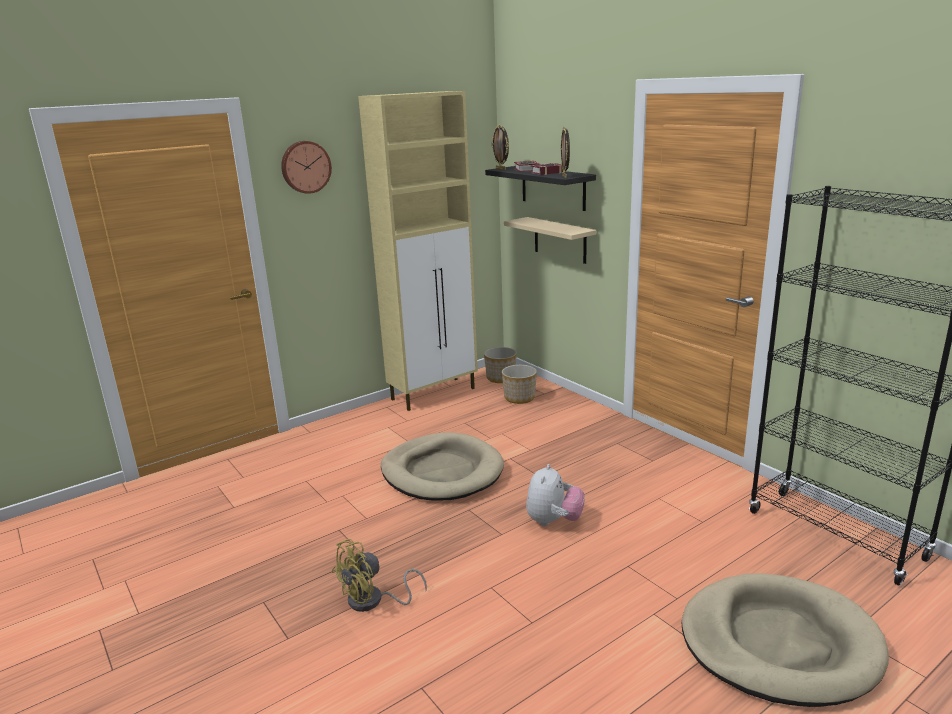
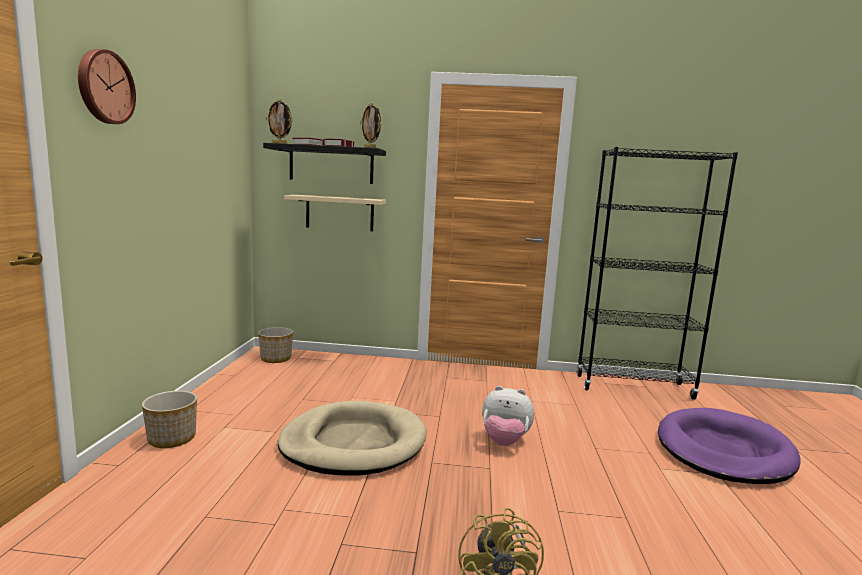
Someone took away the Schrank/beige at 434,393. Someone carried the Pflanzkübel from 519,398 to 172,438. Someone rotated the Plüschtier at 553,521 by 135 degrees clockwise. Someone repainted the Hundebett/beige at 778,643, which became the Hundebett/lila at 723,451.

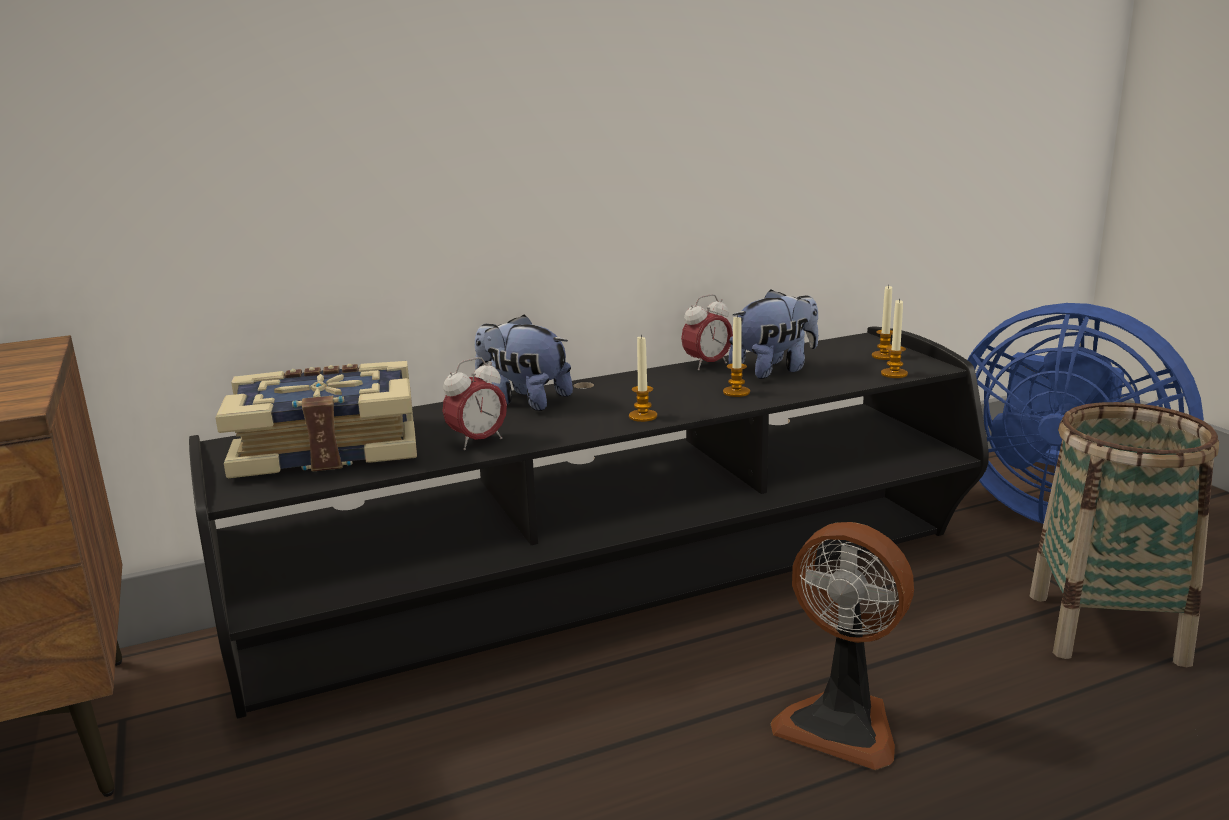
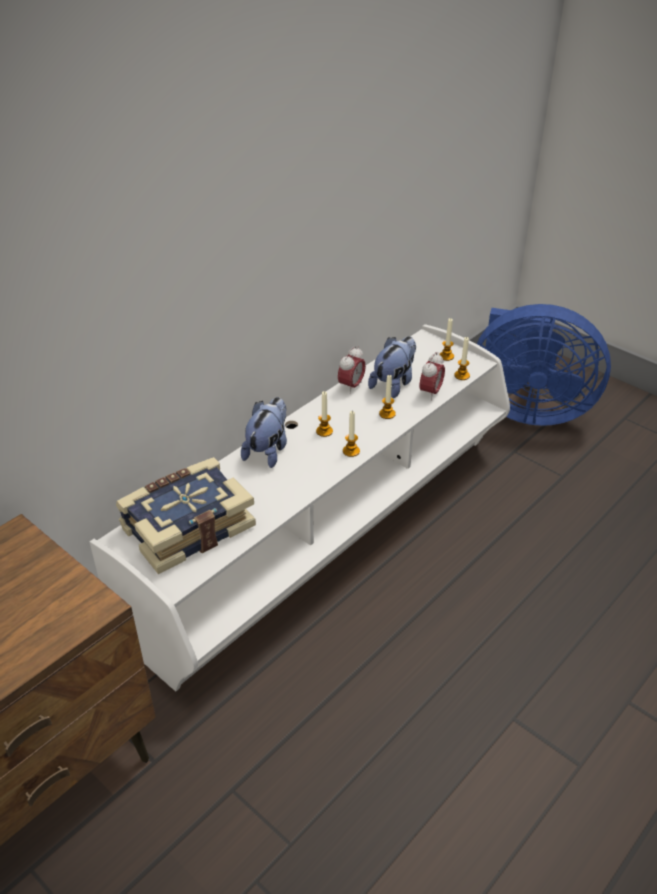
Someone rotated the Plüschtier at 523,401 by 105 degrees clockwise. Someone repainted the Fernsehschrank/schwarz at 621,592, which became the Fernsehschrank/weiß at 328,536. Someone carried the Wecker from 477,442 to 430,393. Someone took away the Korb at 1105,628. Someone took away the Ventilator at 842,724. Someone put down the Kerze at 324,431.

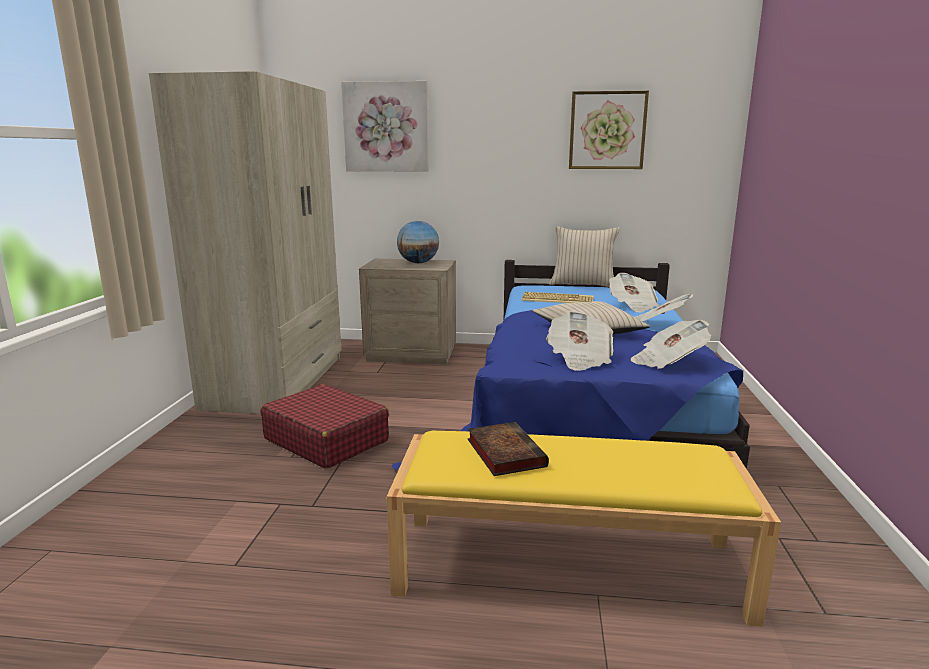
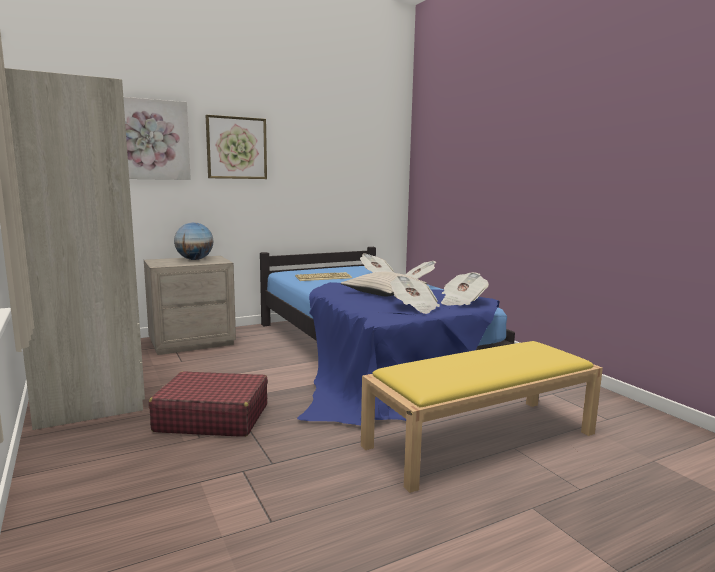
Someone carried the Bild from 607,130 to 236,148. Someone took away the Kissen/beige at 582,285. Someone took away the Buch at 503,452.

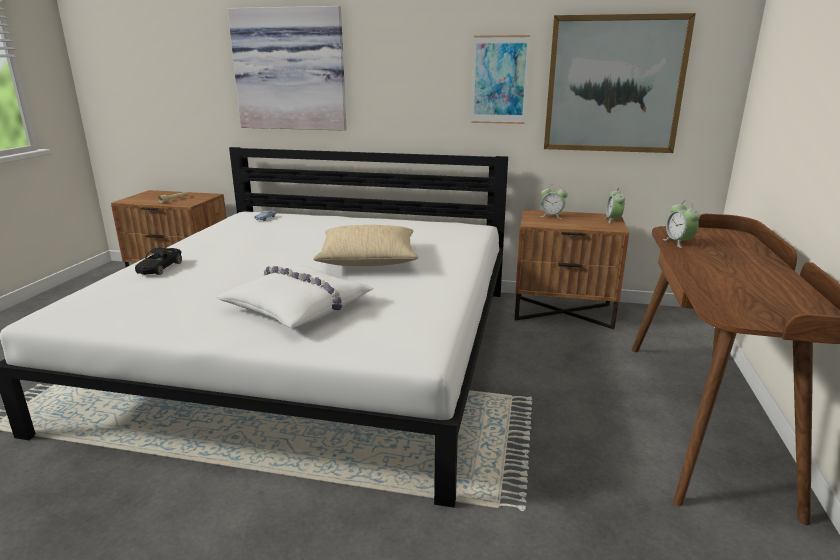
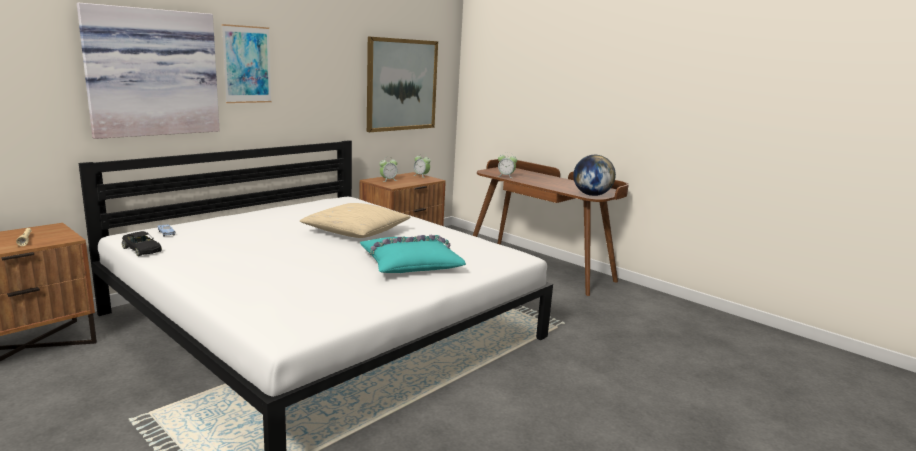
Someone carried the Bild from 499,80 to 247,64. Someone carried the Spielzeugauto/schwarz from 160,267 to 142,250. Someone repainted the Kissen/weiß at 299,307, which became the Kissen/türkis at 410,264. Someone put down the Globus at 591,195.

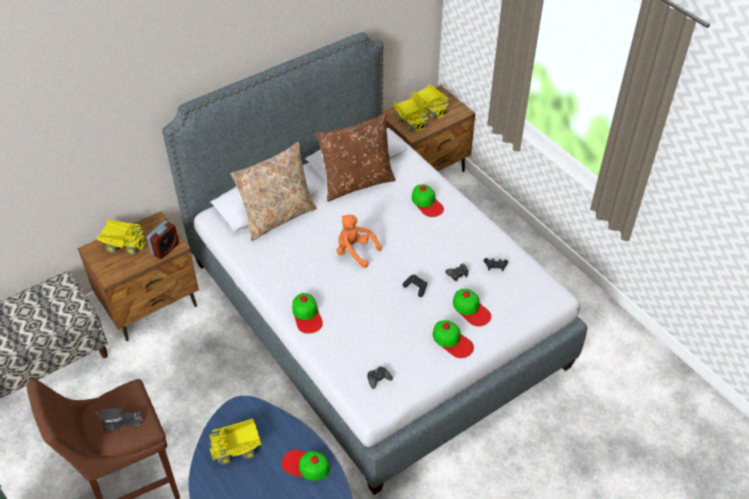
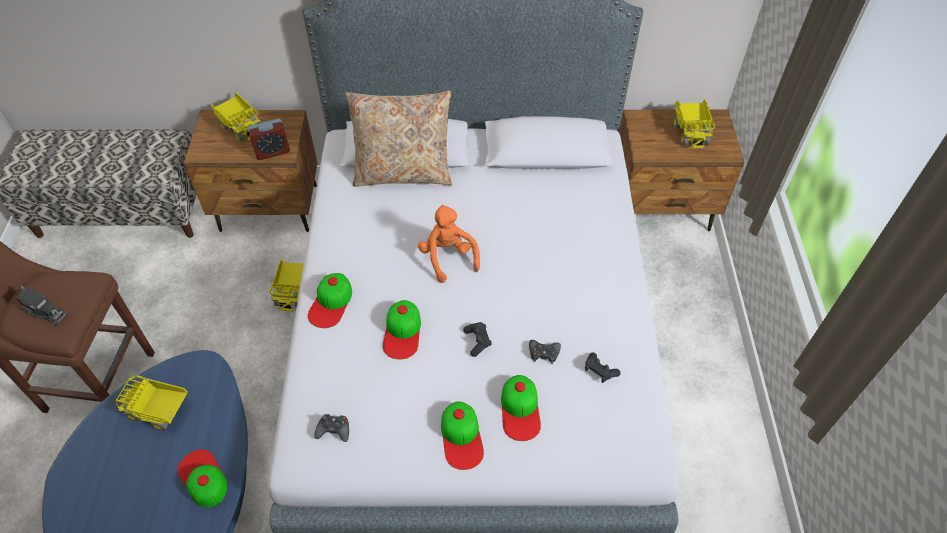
Someone carried the Spielzeuglaster from 411,121 to 293,291. Someone took away the Kissen/braun at 357,182. Someone carried the Kappe from 427,203 to 402,332.

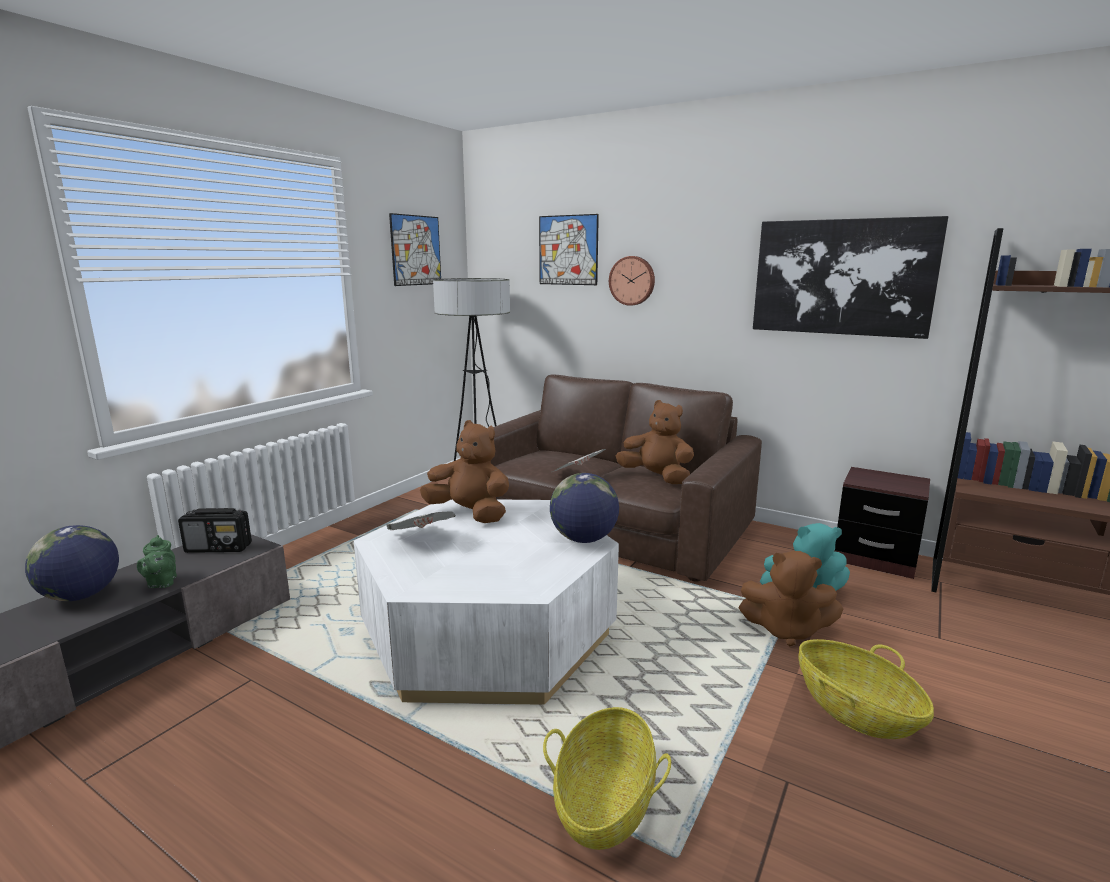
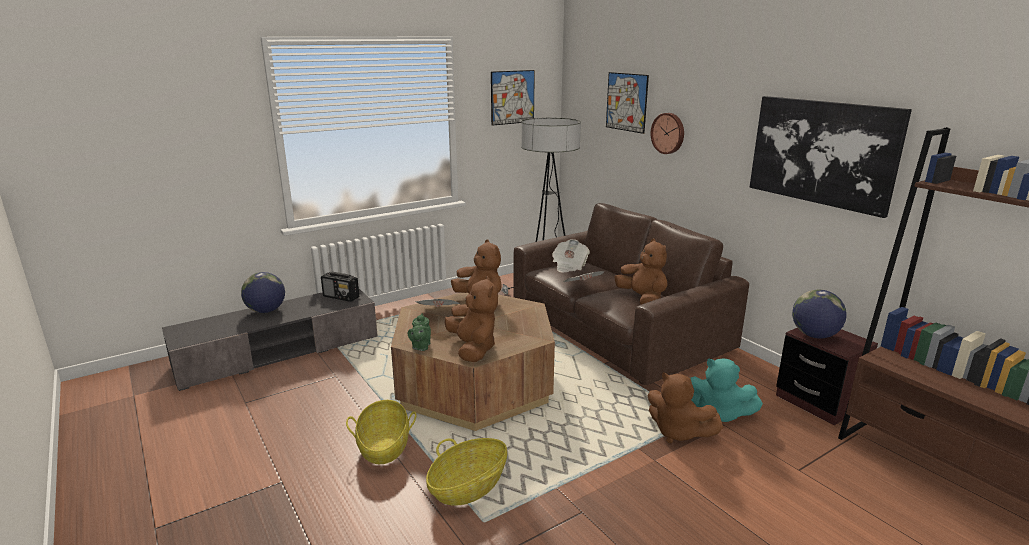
Someone carried the Globus from 583,539 to 814,335. Someone repainted the Couchtisch/weiß at 489,633, which became the Couchtisch/braun at 475,383. Someone carried the Teekanne/grün from 161,583 to 420,347. Someone carried the Korb from 856,711 to 384,446. Someone put down the Zeitung at 569,266. Someone put down the Plüschtier/braun at 473,349.

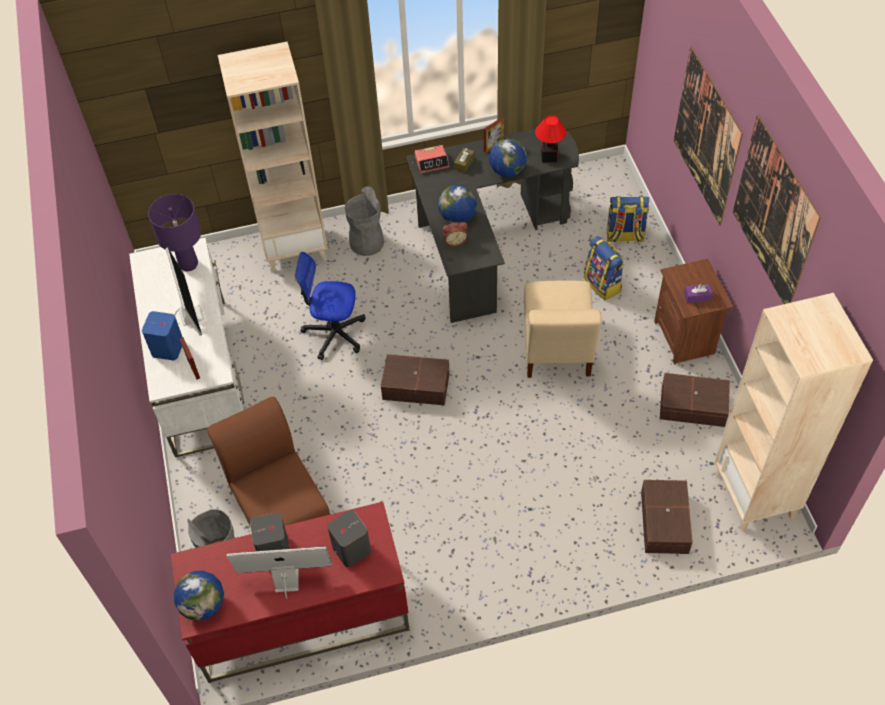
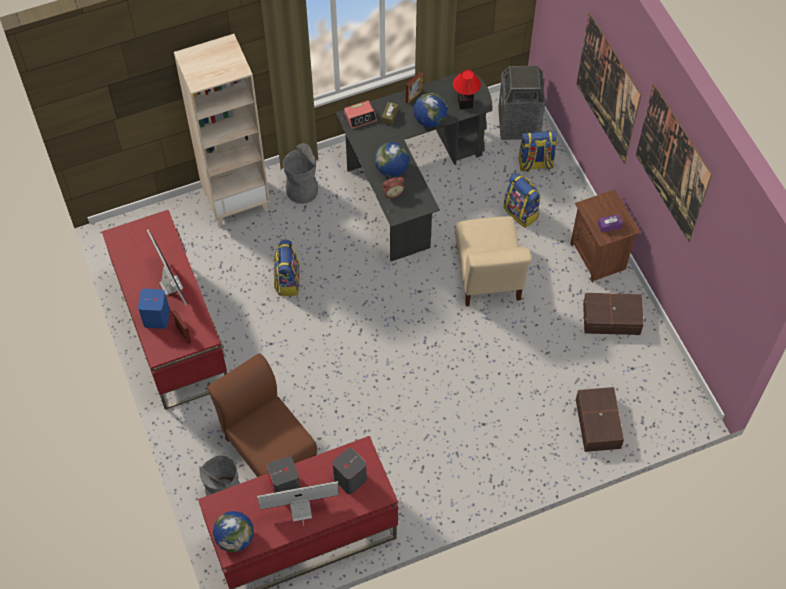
Someone took away the Tischlampe/lila at 188,264. Someone repainted the Schreibtisch/weiß at 200,375, which became the Schreibtisch/rot at 172,332. Someone swapped the Bürostuhl at 334,333 for the Rucksack at 287,281. Someone took away the Bücherregal/beige at 755,495. Someone took away the Aufbewahrungsbox/braun at 415,385. Someone put down the Mülleimer at 519,124.

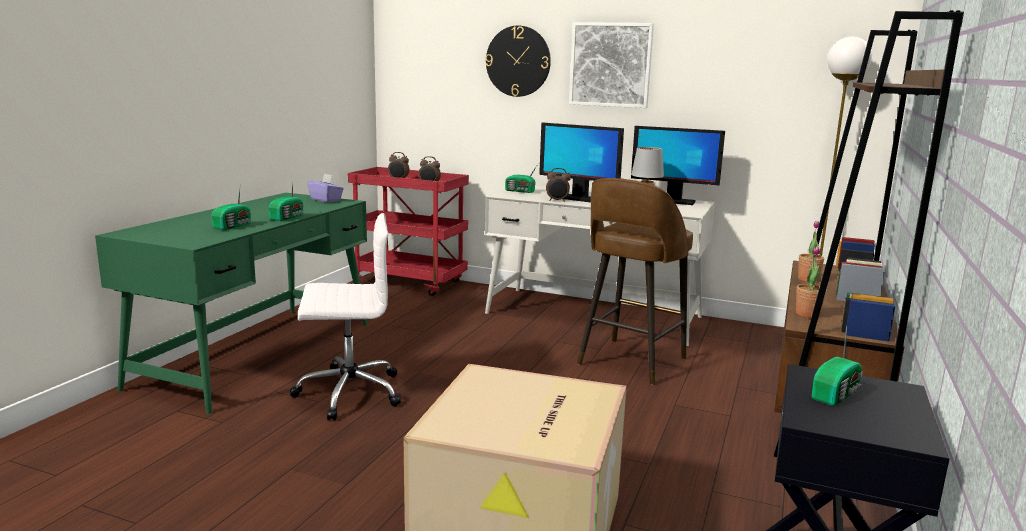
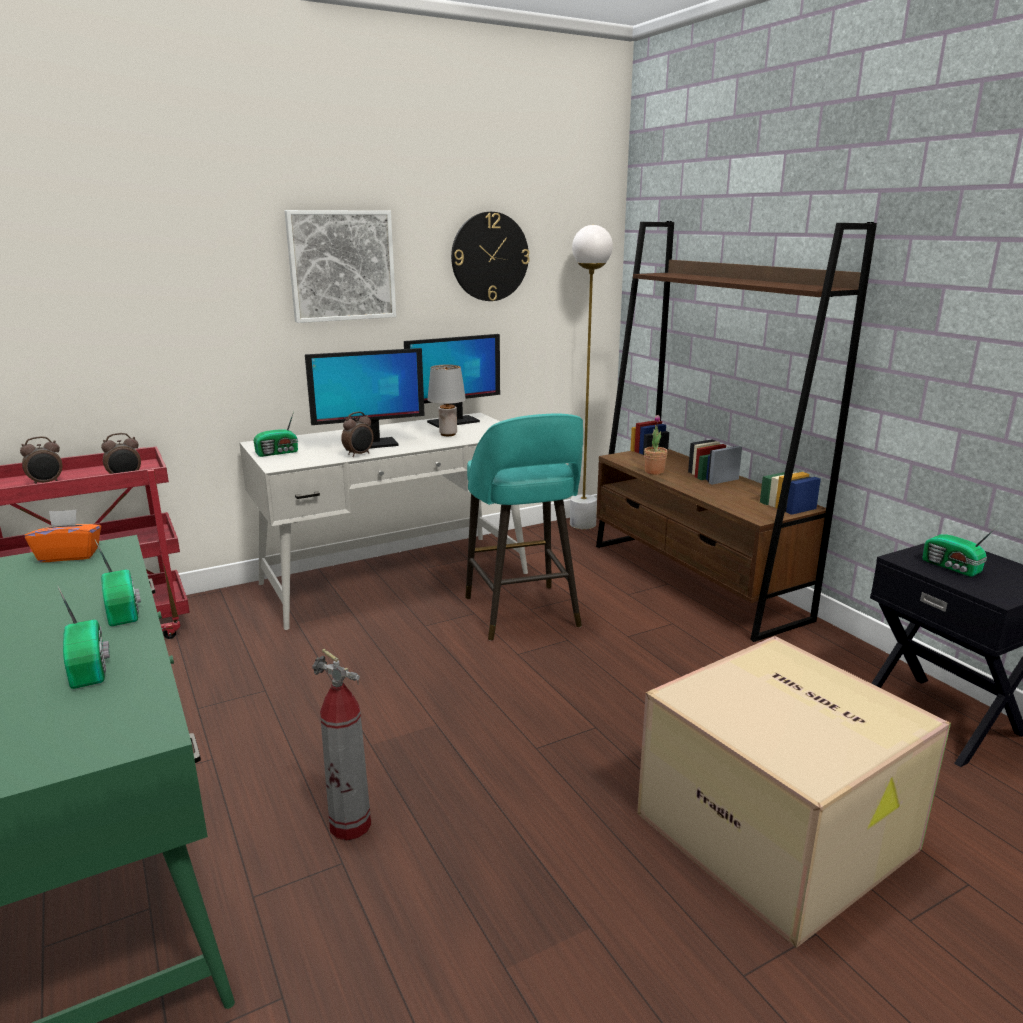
Someone carried the Wanduhr from 518,61 to 489,257. Someone repainted the Taschentuchbox/lila at 326,200, which became the Taschentuchbox/orange at 69,555. Someone repainted the Hocker/braun at 630,362, which became the Hocker/türkis at 522,614. Someone swapped the Bürostuhl/weiß at 348,392 for the Feuerlöscher at 350,825. Someone took away the Topfpflanze at 807,314. Someone rotated the Radio at 837,394 by 150 degrees clockwise.

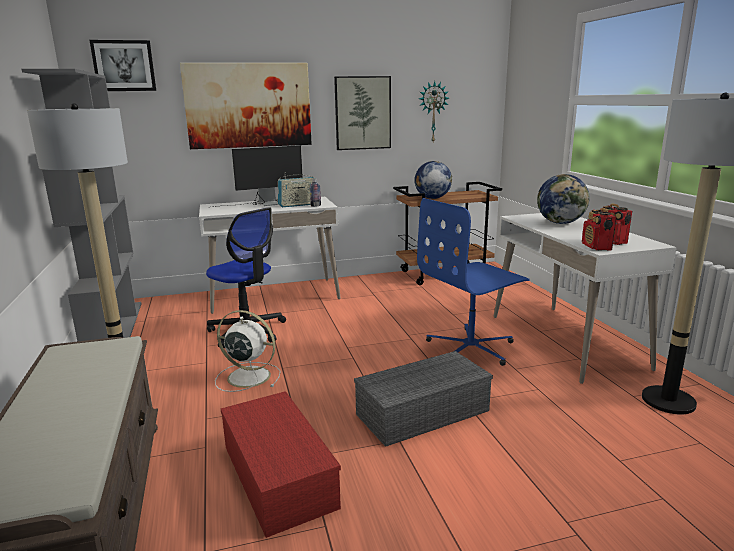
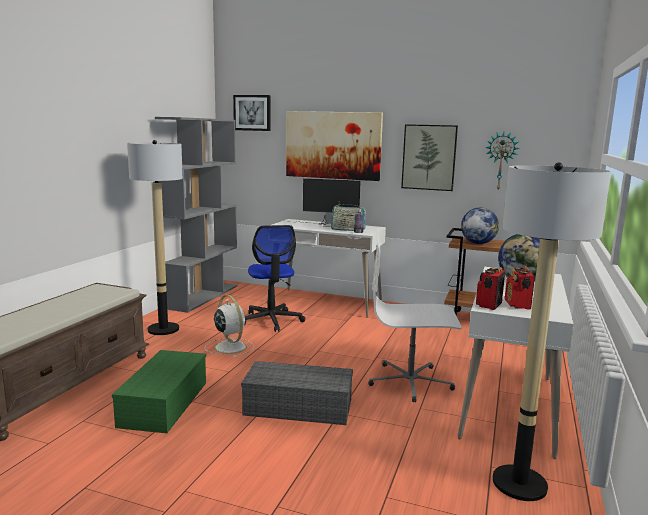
Someone repainted the Bürostuhl/blau at 471,348, which became the Bürostuhl/weiß at 410,382. Someone repainted the Aufbewahrungsbox/rot at 276,475, which became the Aufbewahrungsbox/grün at 163,402.

